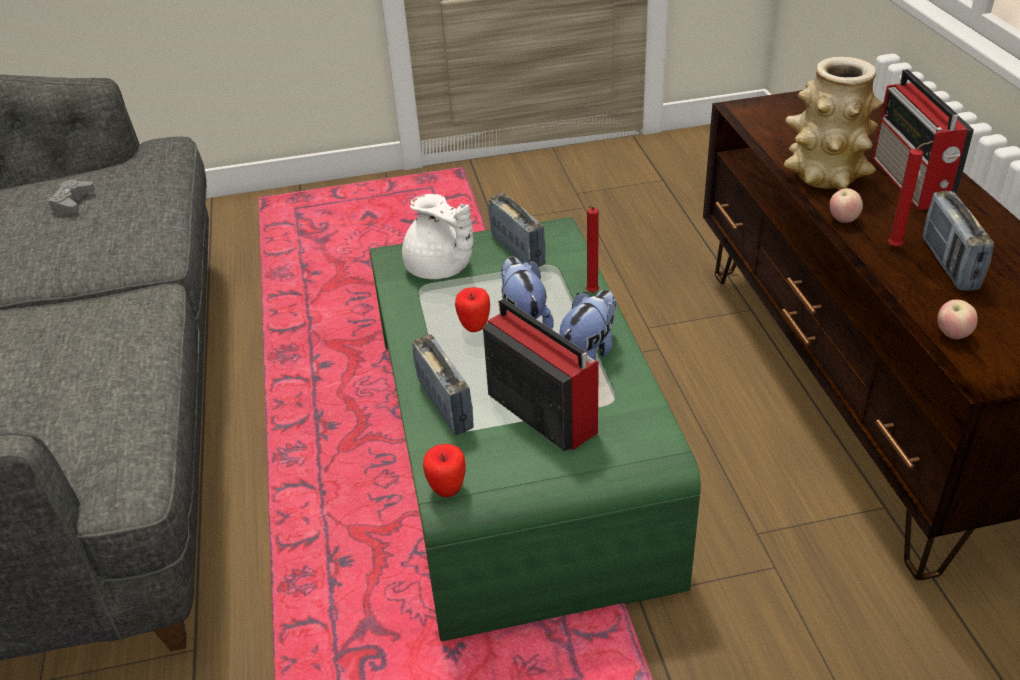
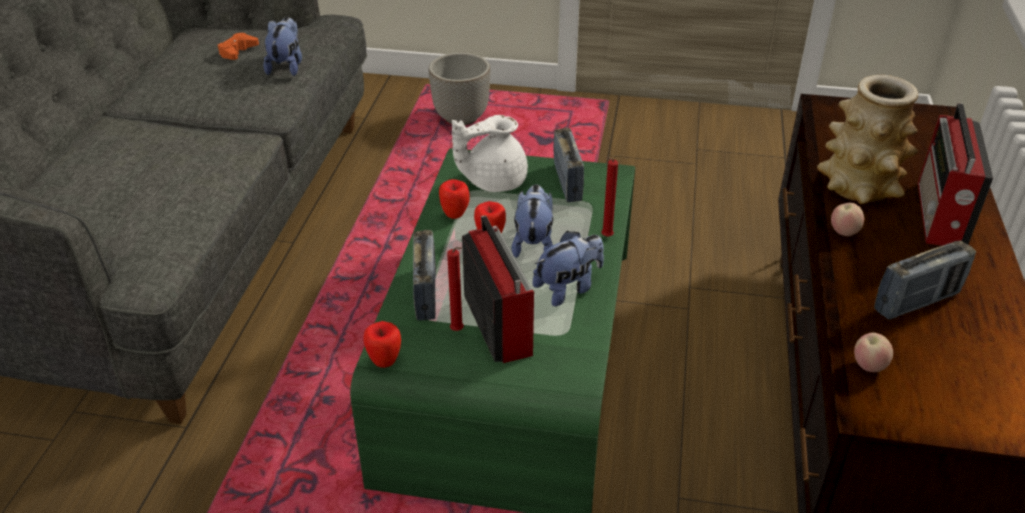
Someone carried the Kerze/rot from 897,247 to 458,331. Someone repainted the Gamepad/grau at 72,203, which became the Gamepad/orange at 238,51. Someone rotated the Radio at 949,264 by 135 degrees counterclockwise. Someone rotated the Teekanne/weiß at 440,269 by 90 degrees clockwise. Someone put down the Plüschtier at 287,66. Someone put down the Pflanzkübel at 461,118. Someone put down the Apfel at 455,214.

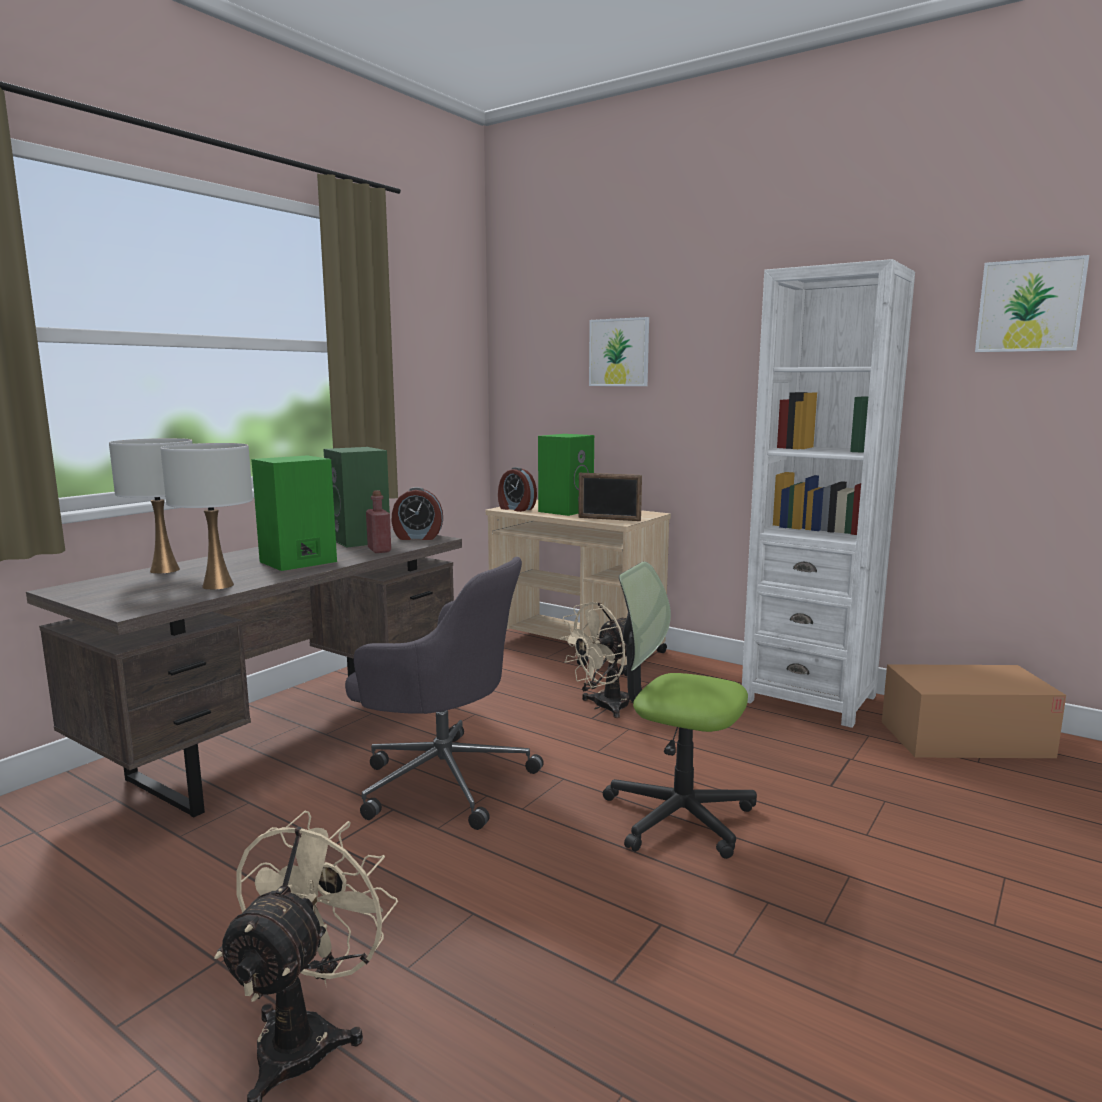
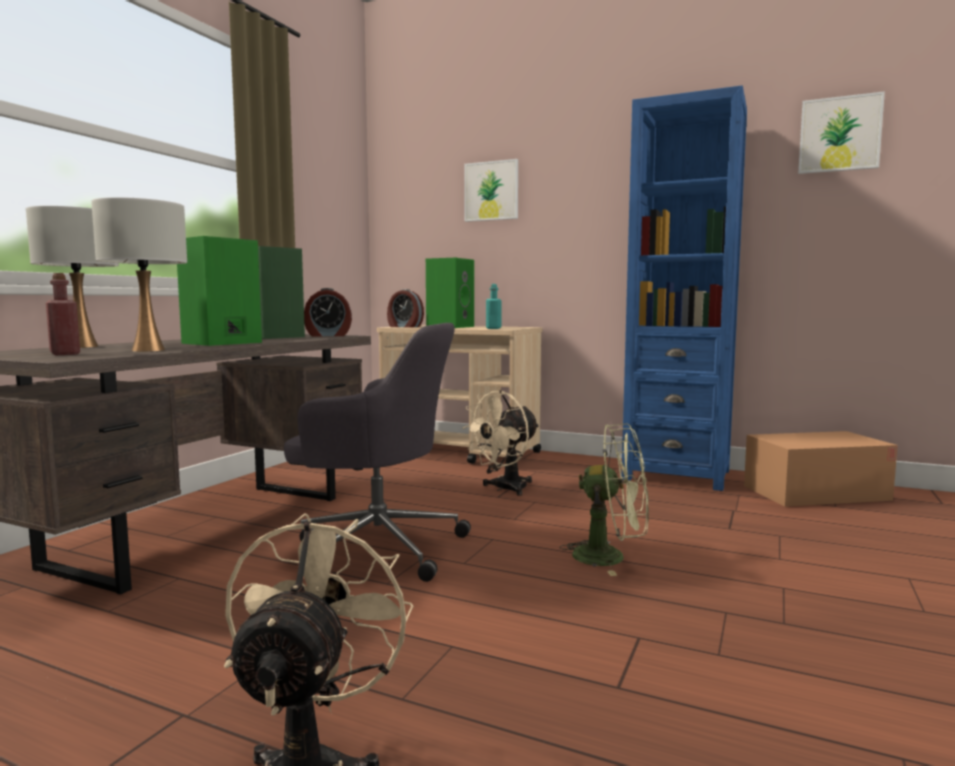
Someone repainted the Bücherregal/weiß at 809,698, which became the Bücherregal/blau at 676,475. Someone swapped the Bilderrahmen at 609,519 for the Flasche/türkis at 493,328. Someone carried the Flasche/rot from 379,550 to 65,354. Someone swapped the Bürostuhl at 678,815 for the Ventilator/grün at 610,557.

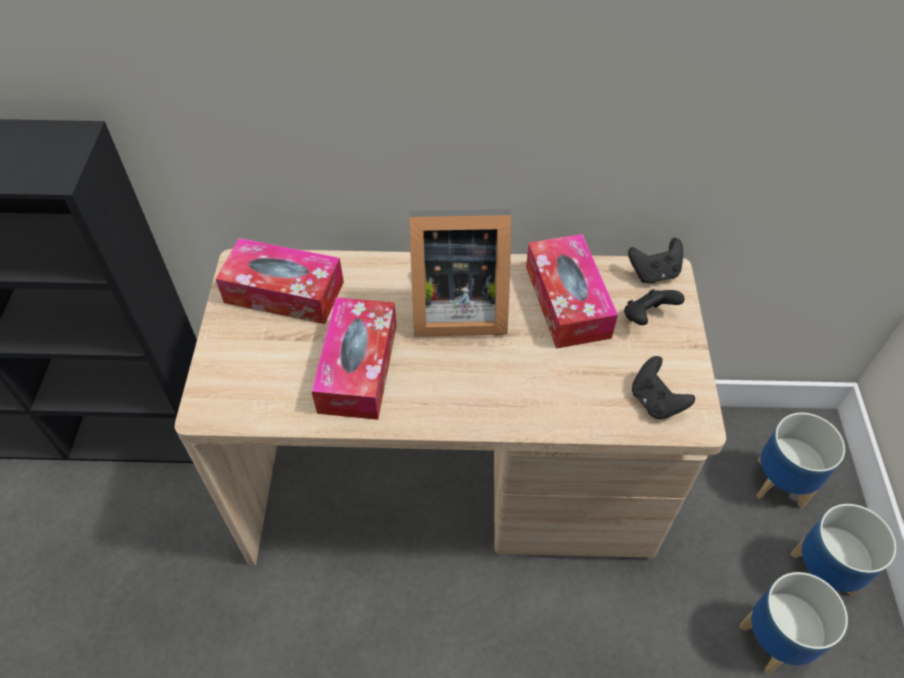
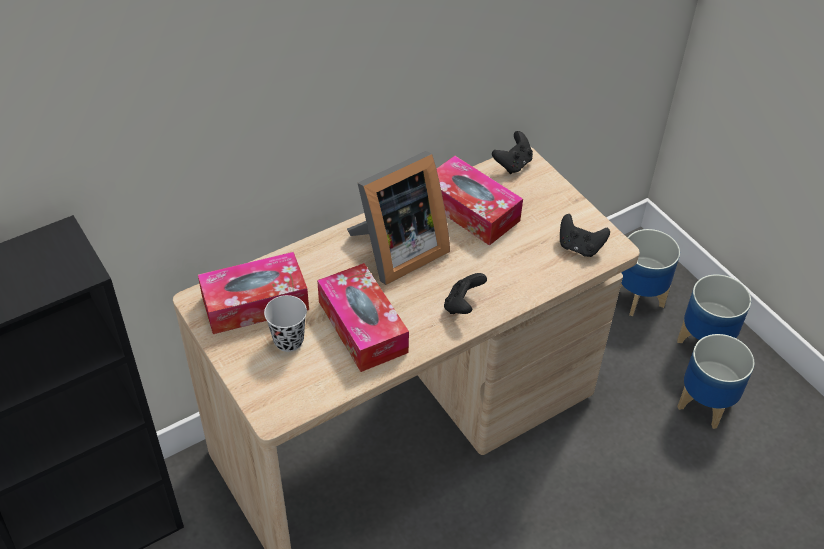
Someone carried the Gamepad/schwarz from 647,317 to 463,305. Someone put down the Tasse/schwarz at 288,340.

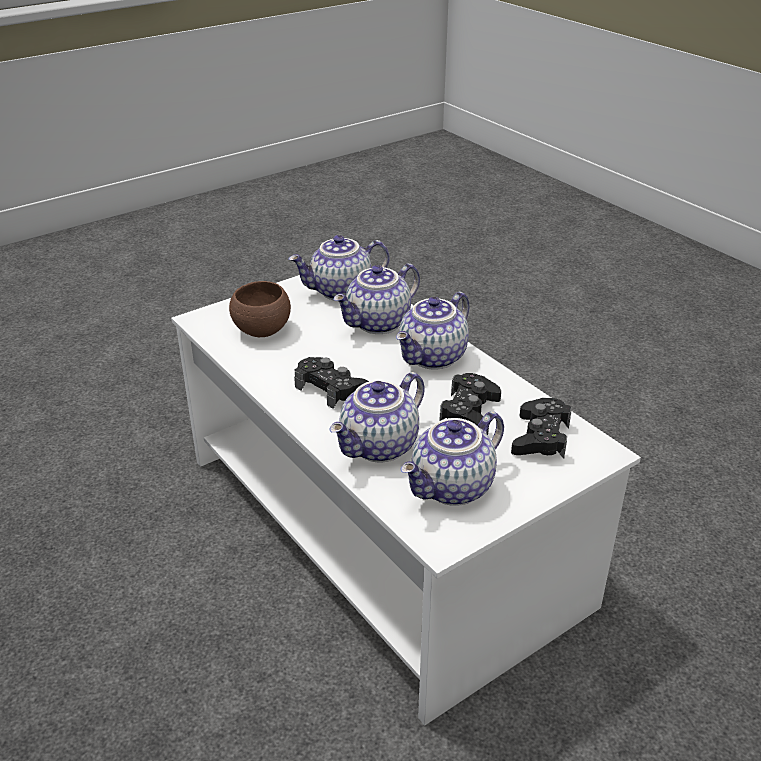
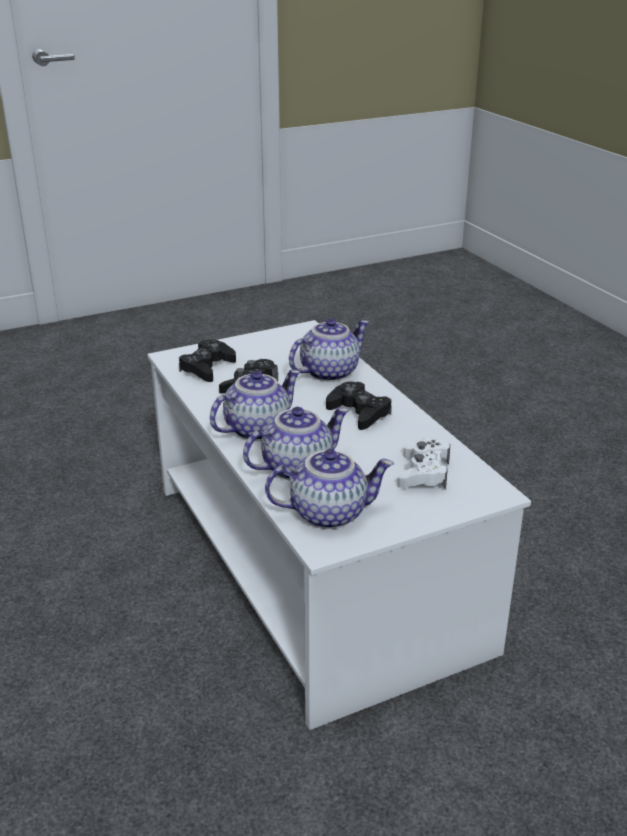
Someone swapped the Schüssel/braun at 262,330 for the Gamepad/weiß at 423,472. Someone took away the Teekanne at 453,488.

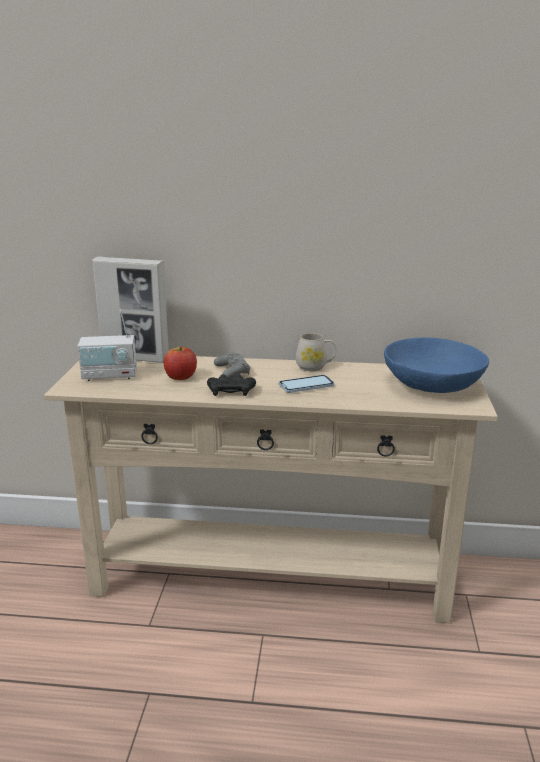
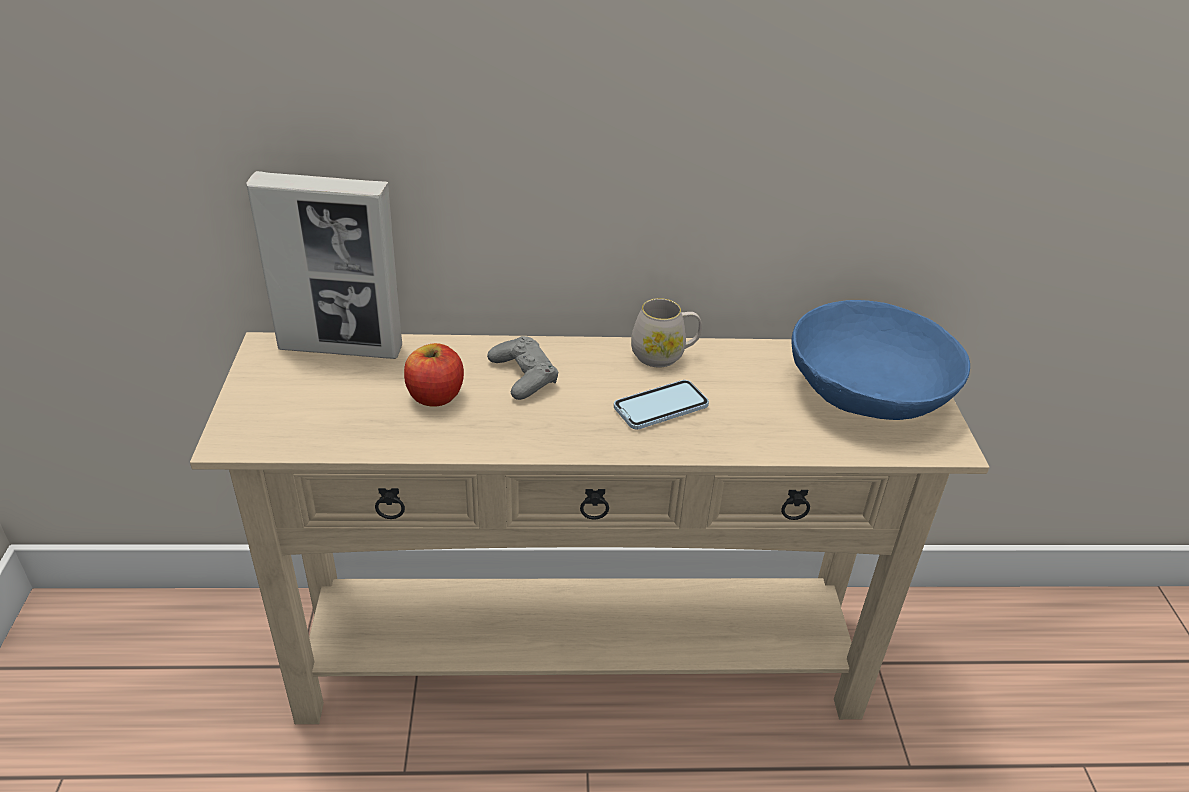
Someone took away the Radio at 110,376. Someone took away the Gamepad/schwarz at 231,391.

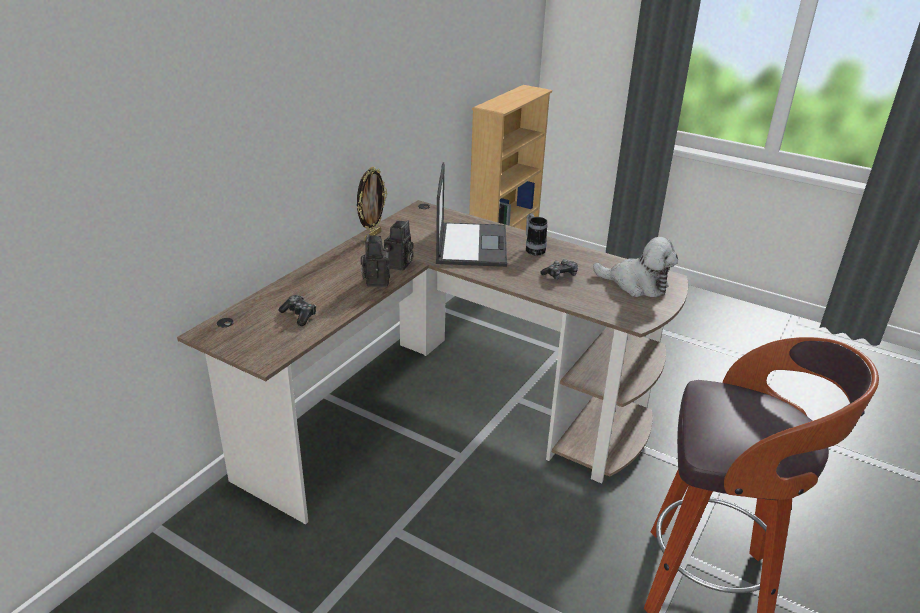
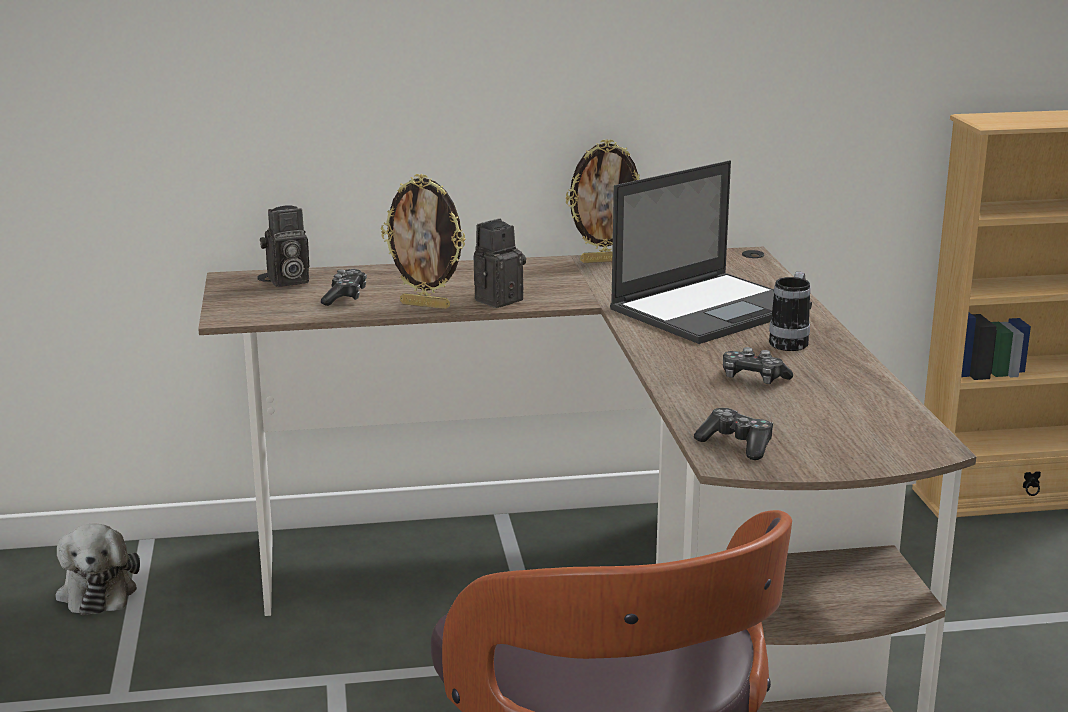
Someone carried the Kamera from 399,265 to 286,281. Someone carried the Plüschtier from 636,284 to 98,591. Someone put down the Bilderrahmen at 426,305. Someone put down the Gamepad at 737,444.

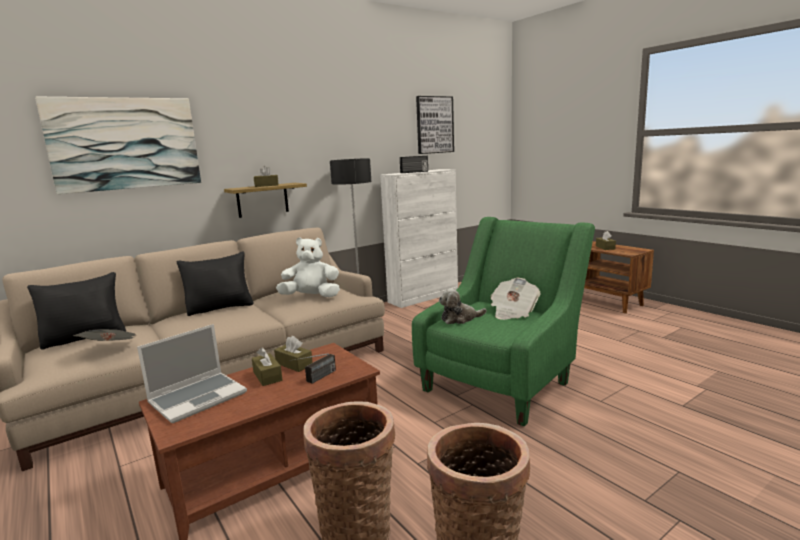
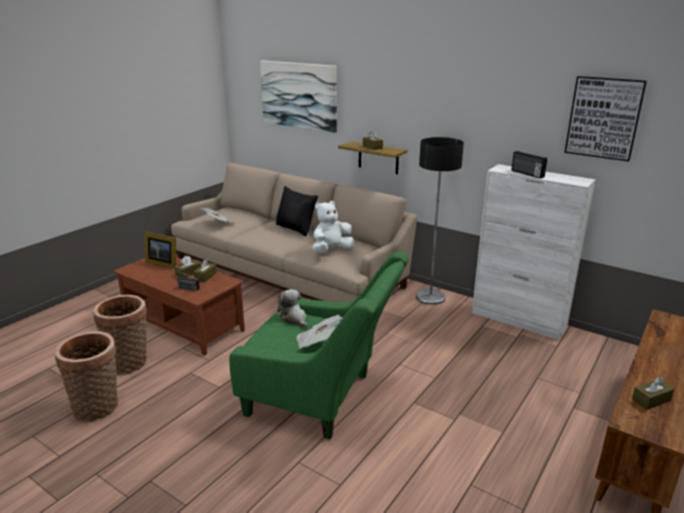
Someone rotated the Plüschtier/weiß at 311,297 by 105 degrees counterclockwise. Someone took away the Kissen/schwarz at 85,338. Someone swapped the Laptop at 198,397 for the Bilderrahmen at 162,263.

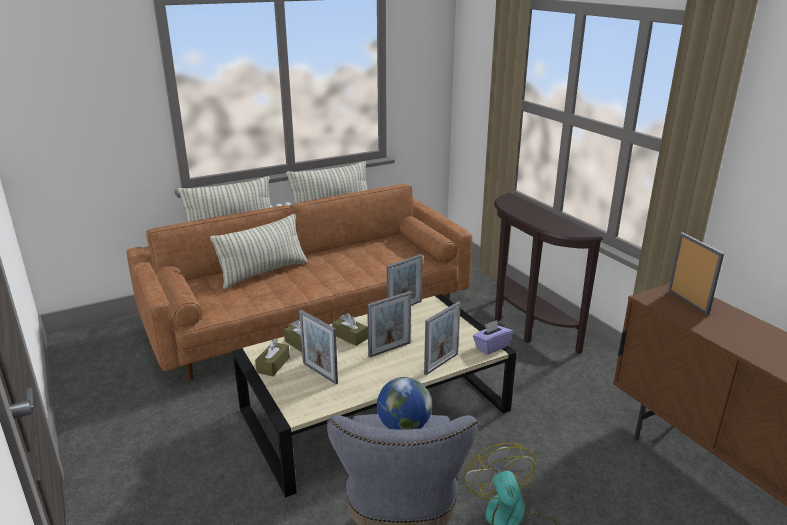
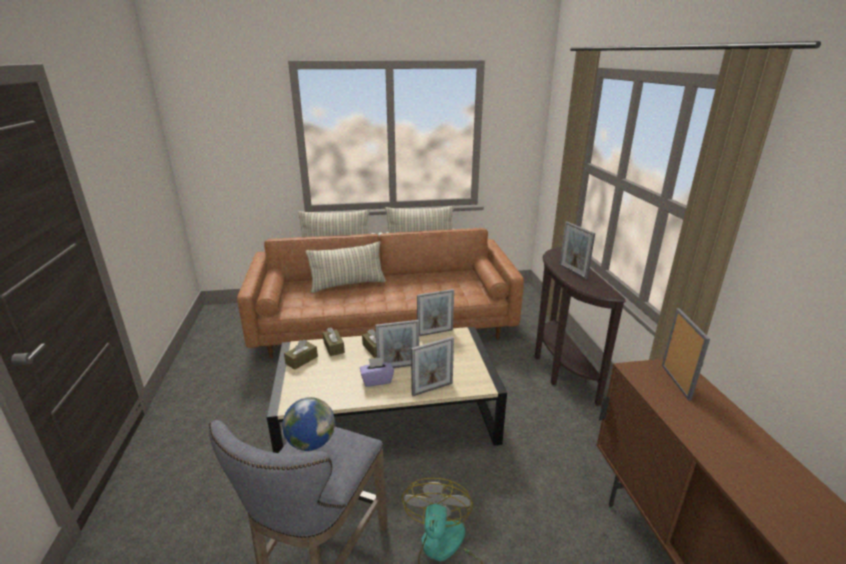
Someone carried the Bilderrahmen from 320,373 to 573,272. Someone carried the Taschentuchbox/lila from 491,347 to 377,380.

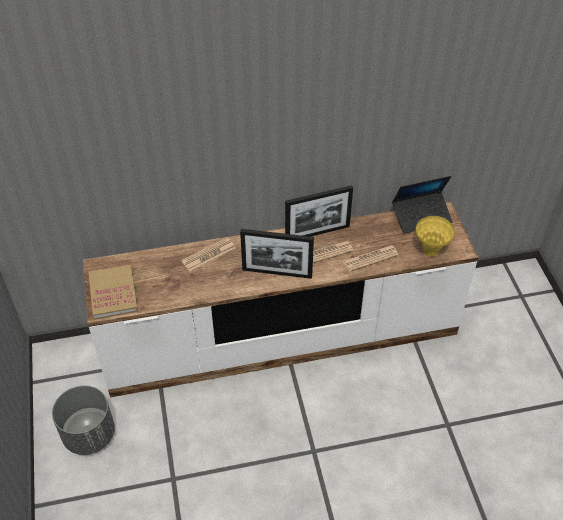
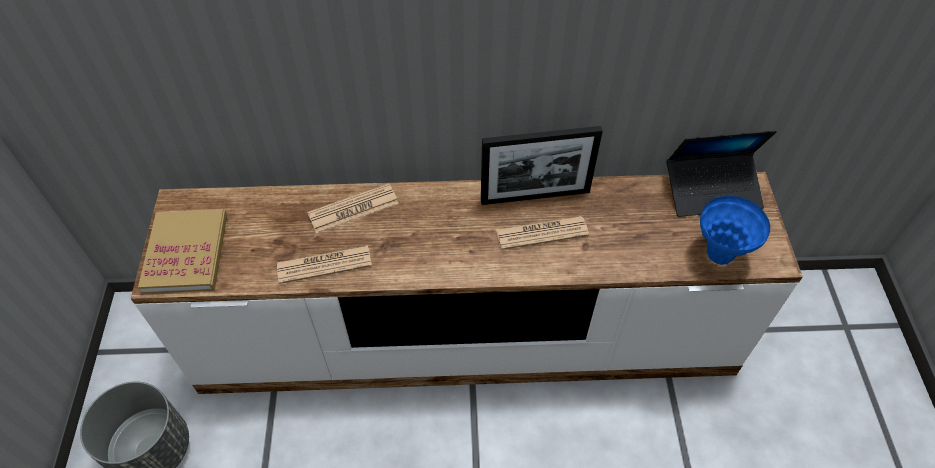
Someone repainted the Vase/gelb at 430,251, which became the Vase/blau at 719,254. Someone took away the Bilderrahmen at 277,273. Someone carried the Zeitung from 370,258 to 324,265.

